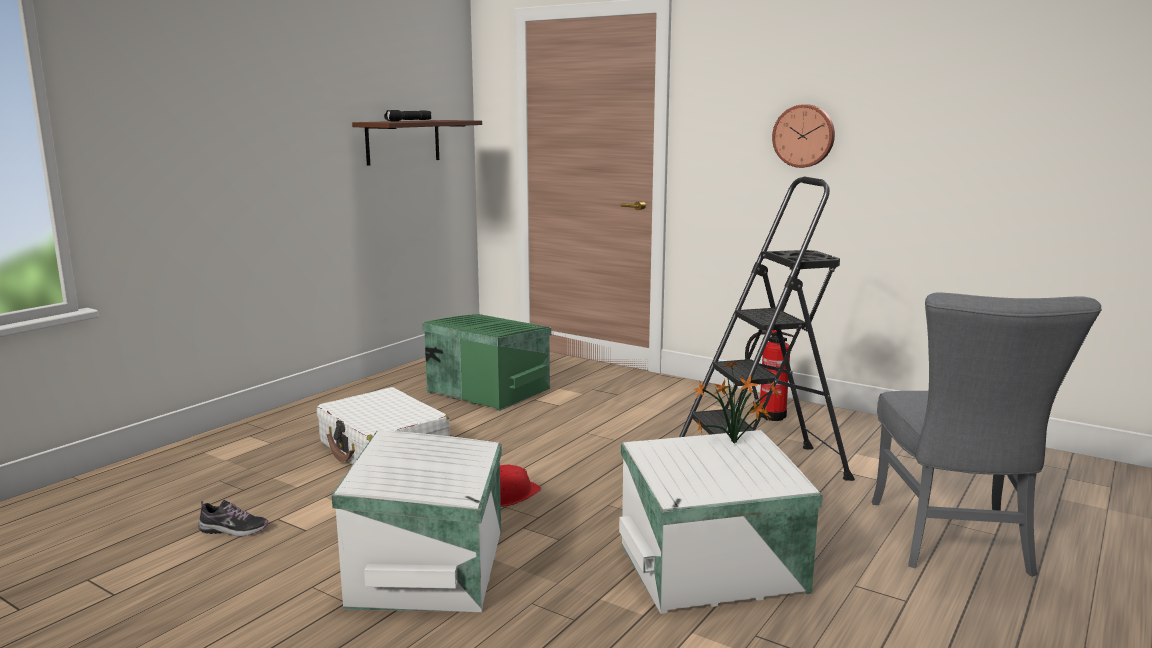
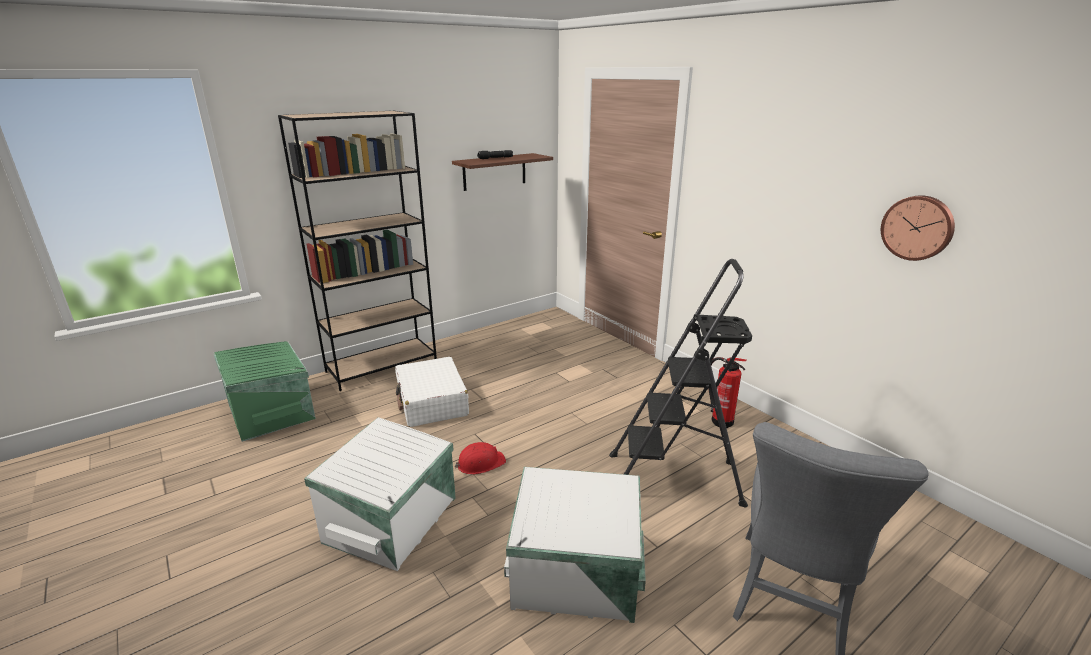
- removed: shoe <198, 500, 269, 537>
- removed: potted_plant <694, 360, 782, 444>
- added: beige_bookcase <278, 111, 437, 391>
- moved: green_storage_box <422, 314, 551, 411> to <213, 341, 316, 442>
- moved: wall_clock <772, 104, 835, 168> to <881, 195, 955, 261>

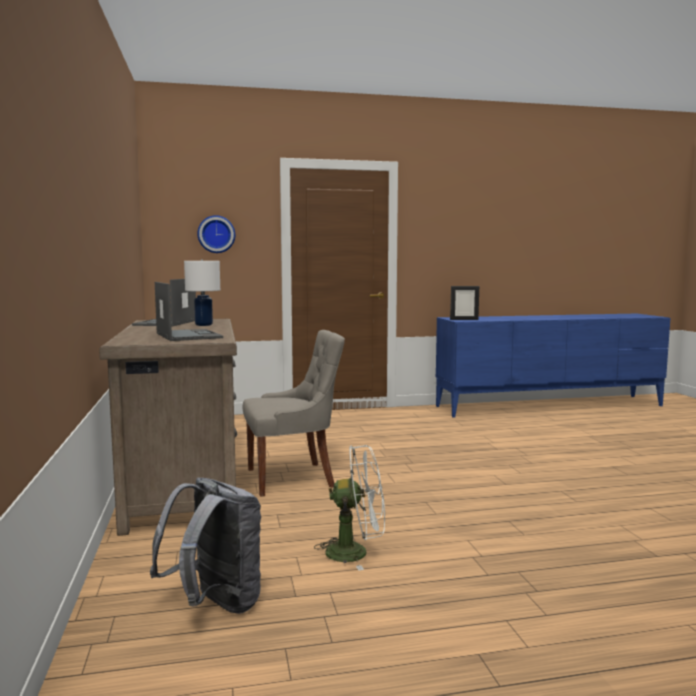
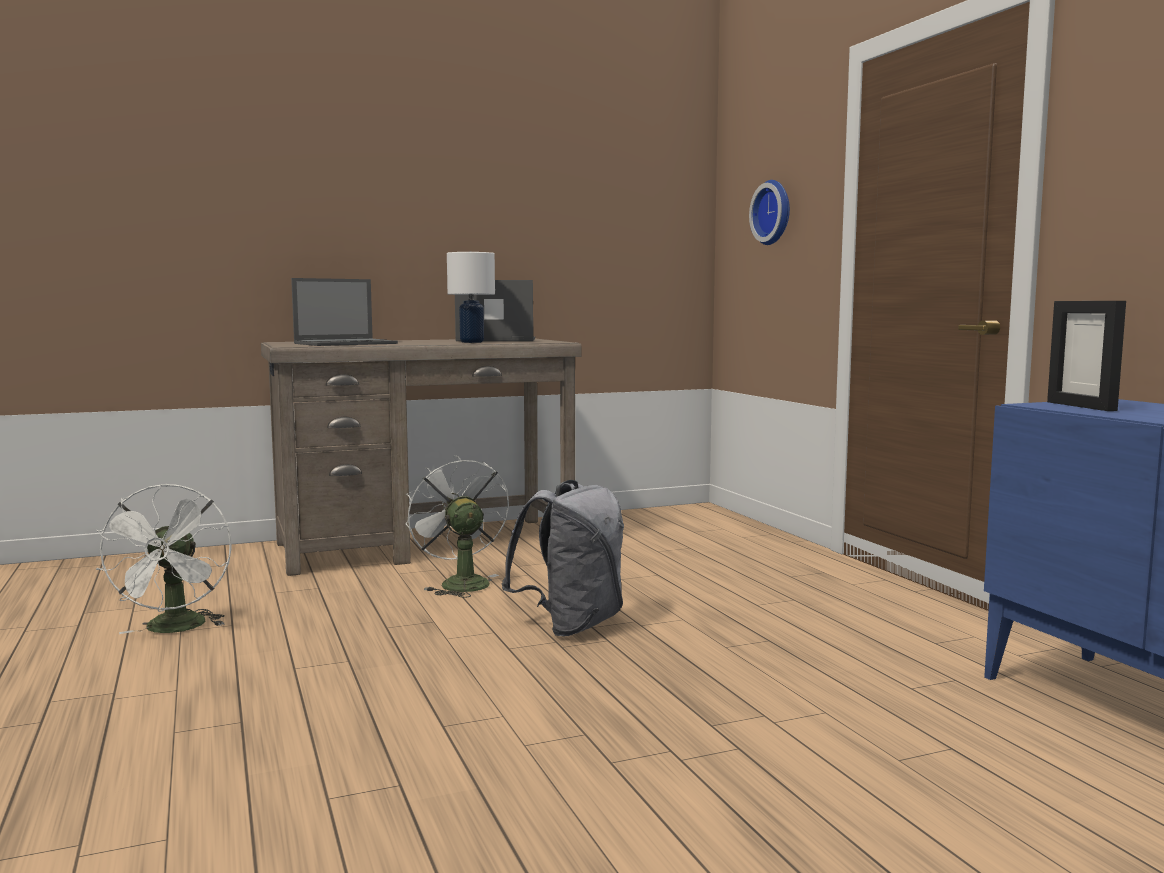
- moved: grey_backpack <150, 478, 261, 614> to <501, 480, 624, 636>
- replaced: grey_chair <243, 330, 345, 497> to white_fan <406, 455, 509, 598>

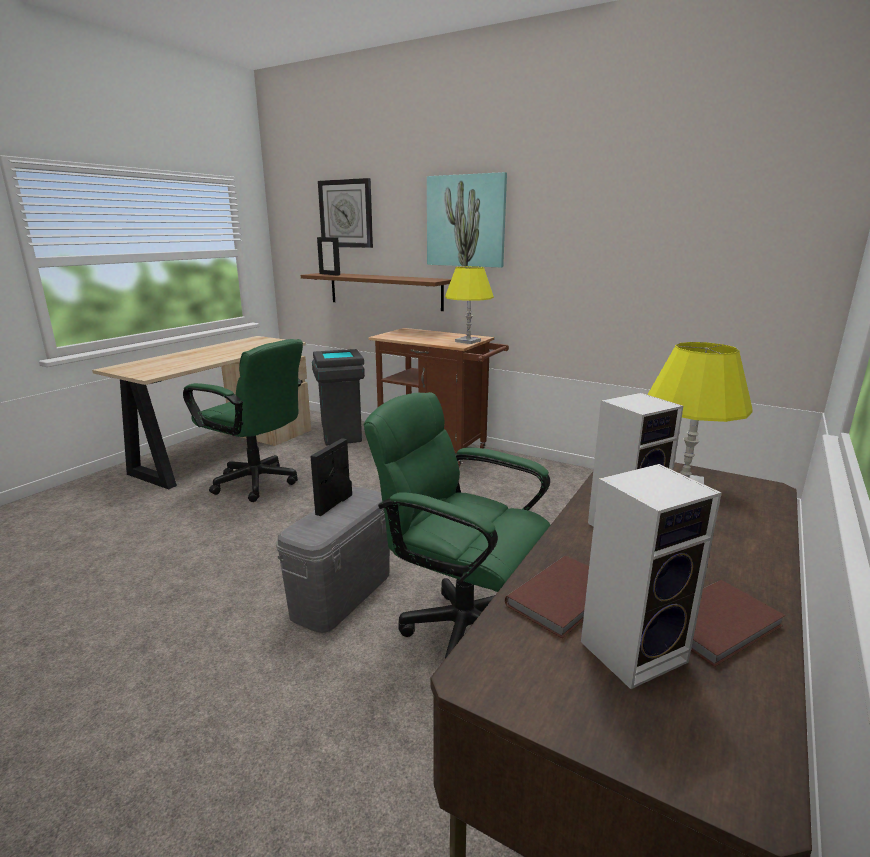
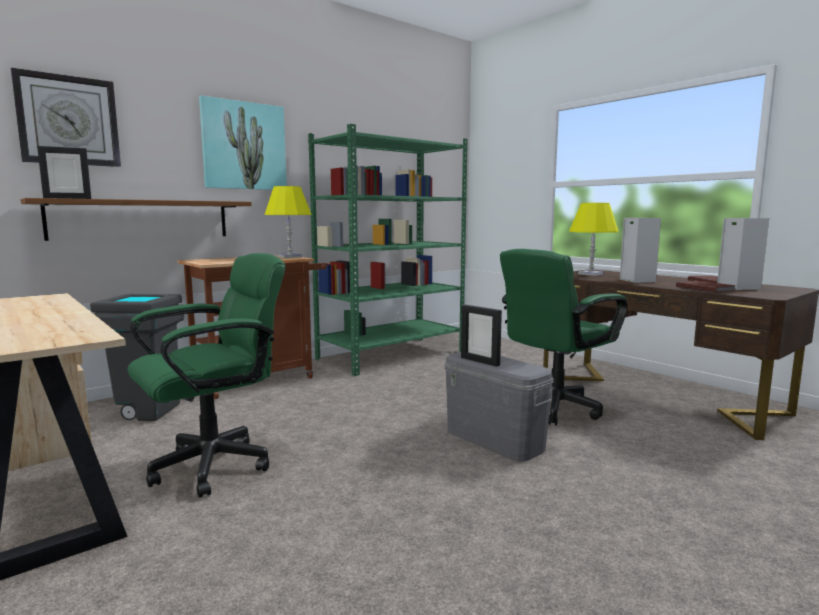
- added: green_bookcase <308, 124, 468, 376>

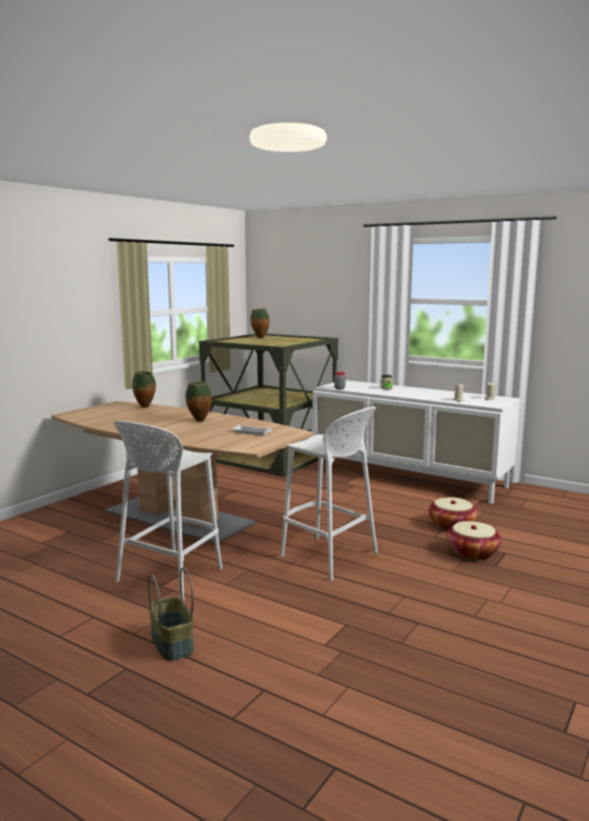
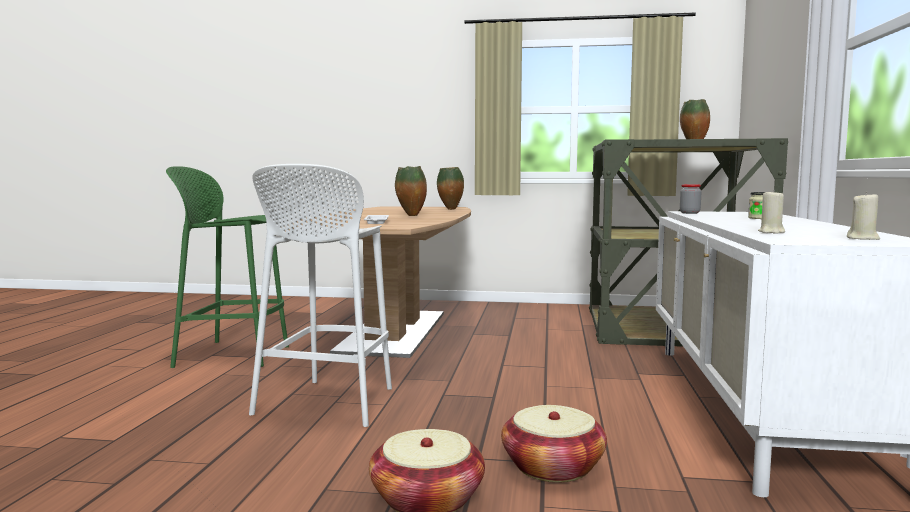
- removed: basket <148, 567, 194, 661>
- recoloured: white_stool <113, 421, 222, 601> to green_stool <166, 166, 289, 368>

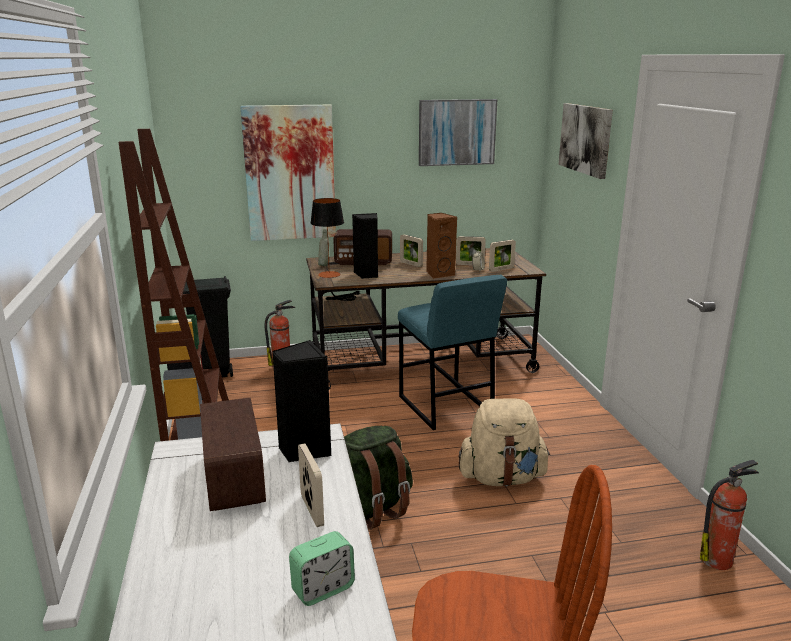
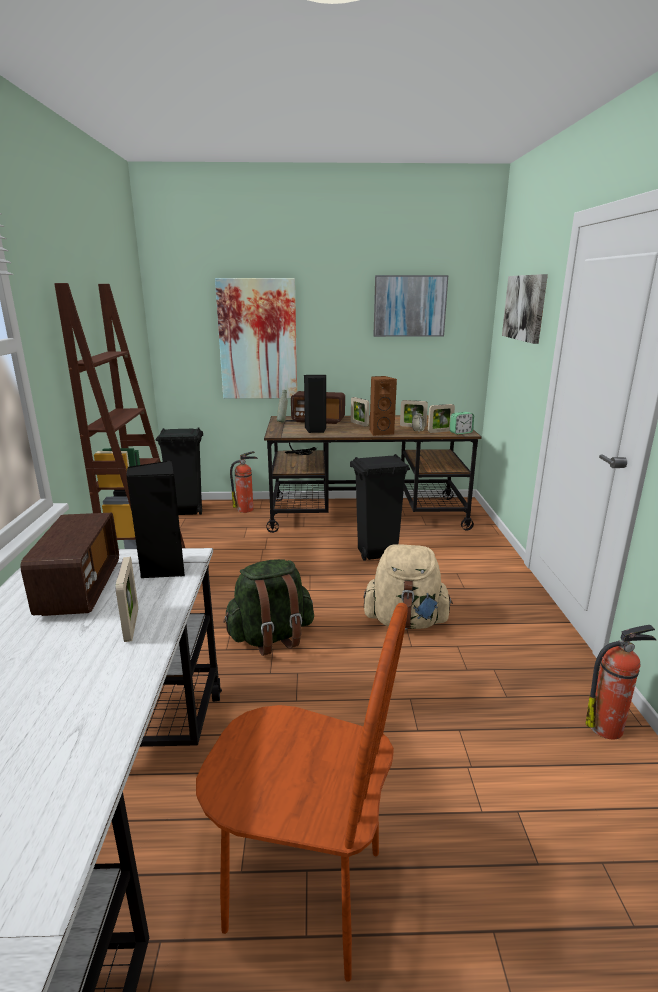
- removed: table_lamp <310, 198, 344, 278>
- moved: alarm_clock <289, 531, 355, 606> to <450, 412, 474, 435>
- replaced: blue_stool <398, 275, 507, 430> to black_trash_can <350, 454, 410, 561>

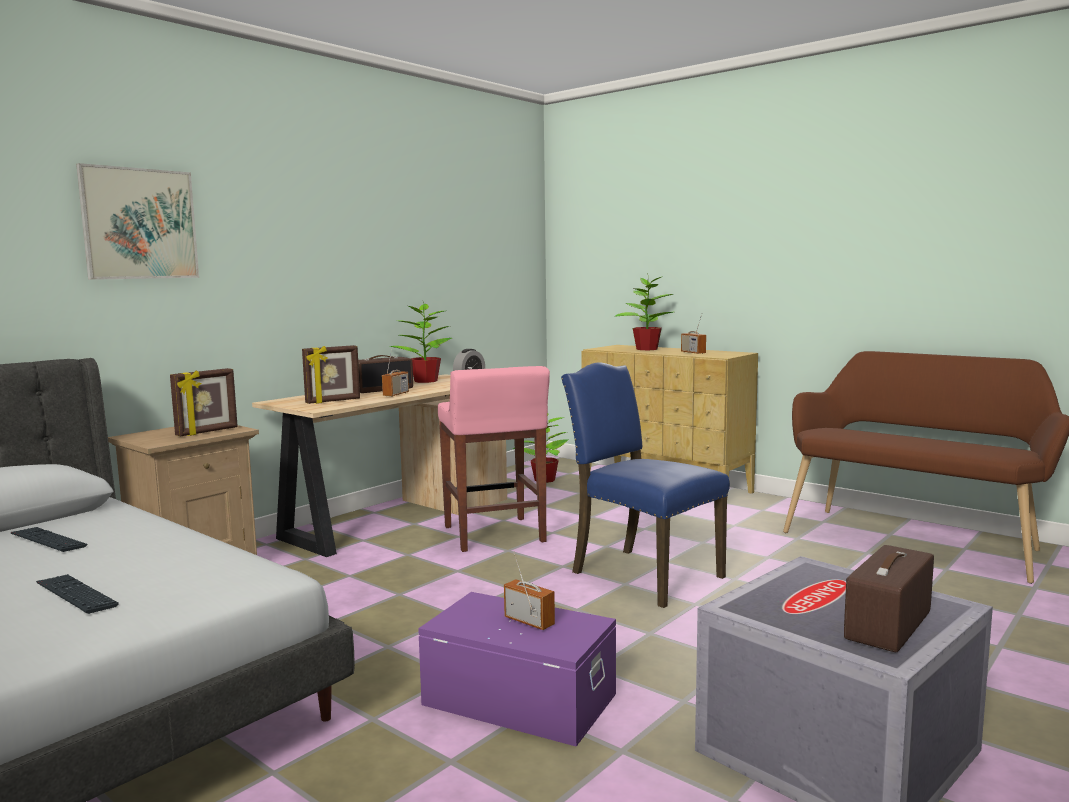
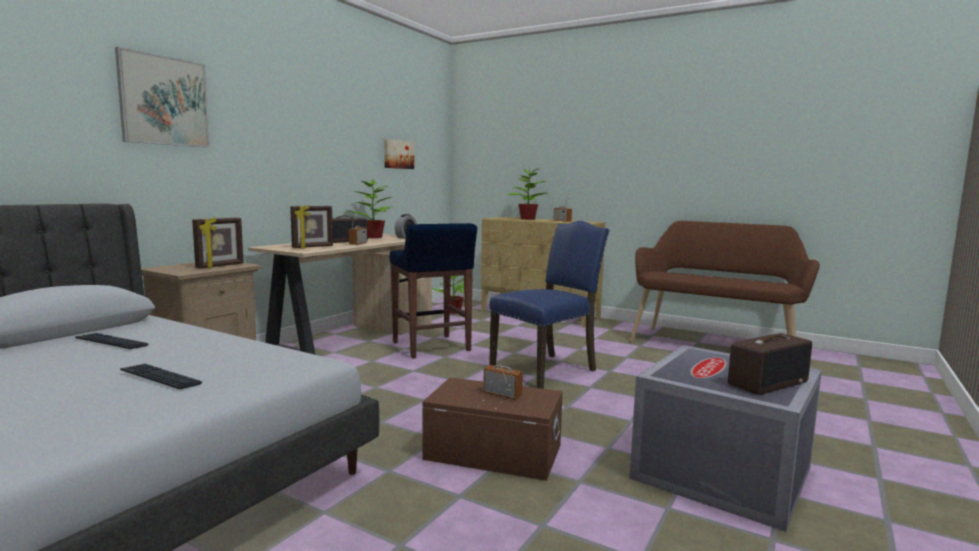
- added: picture <384, 139, 414, 169>
- recoloured: purple_storage_box <418, 592, 616, 747> to brown_storage_box <422, 377, 563, 481>
- recoloured: pink_stool <438, 366, 550, 552> to blue_stool <390, 223, 477, 358>
- turned: blue_chair <561, 362, 730, 608> = <489, 221, 610, 389> 105 degrees clockwise
- turned: radio <844, 545, 934, 652> = <728, 333, 812, 395> 150 degrees counterclockwise

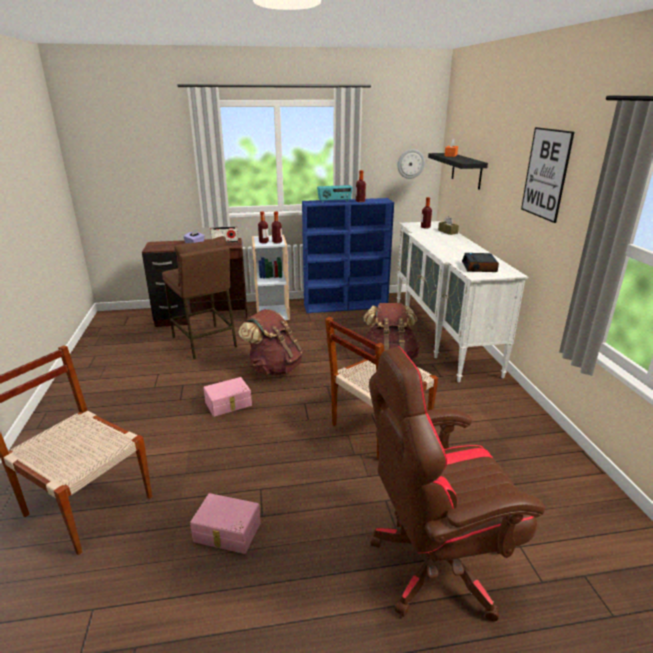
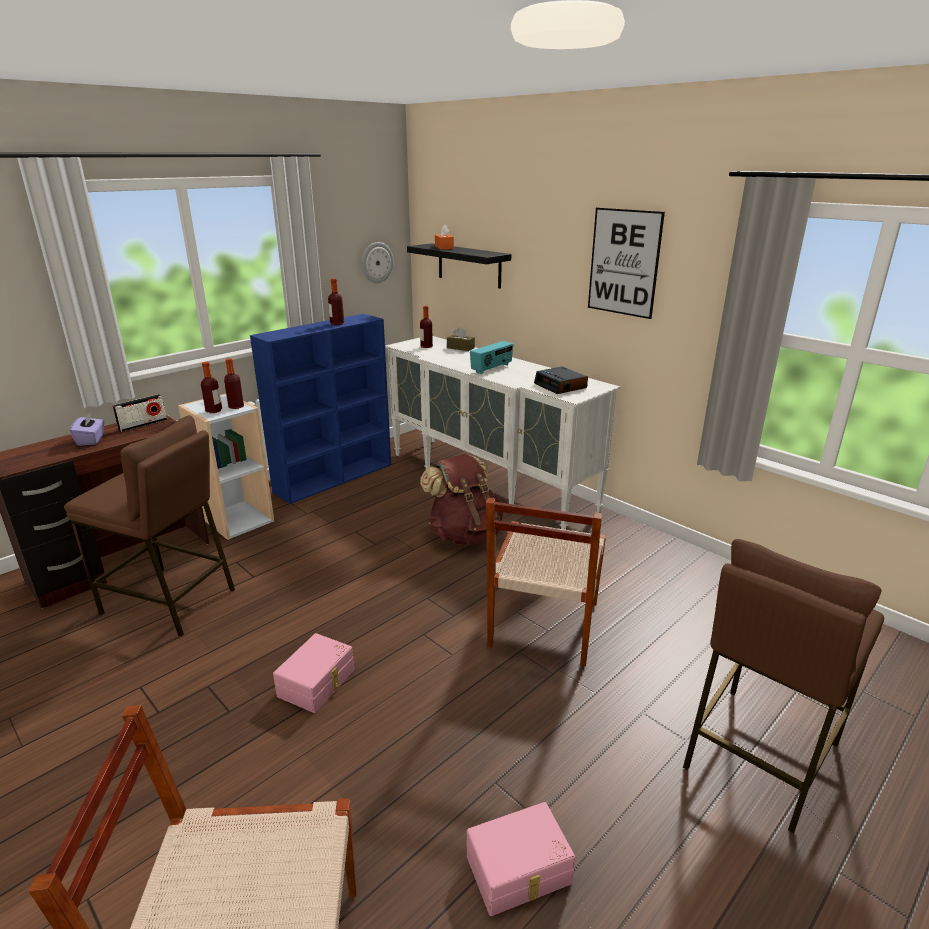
- removed: brown_backpack <238, 309, 303, 375>
- moved: radio <317, 185, 353, 203> to <470, 341, 513, 374>
- replaced: brown_office_chair <369, 346, 545, 622> to brown_stool <683, 539, 884, 833>

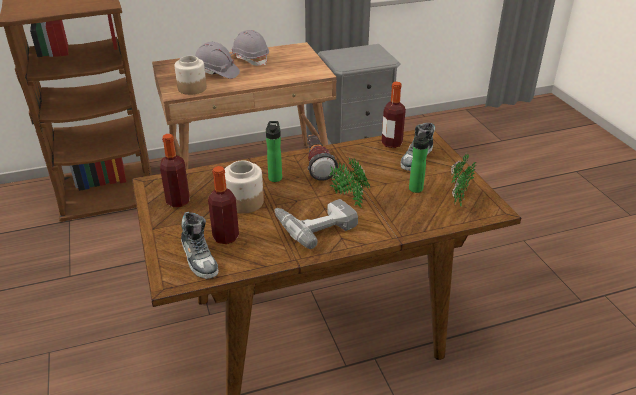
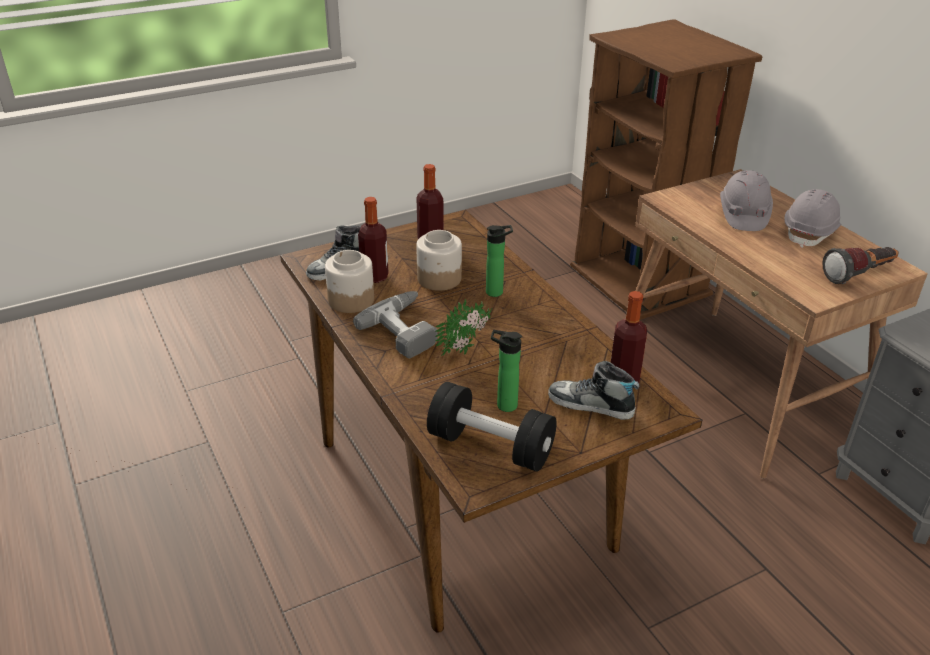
- moved: jar <174, 56, 207, 95> to <325, 250, 374, 313>
- moved: flashlight <307, 135, 338, 181> to <822, 247, 899, 284>
- replaced: potted_plant <451, 153, 476, 207> to black_dumbbell <427, 382, 557, 472>

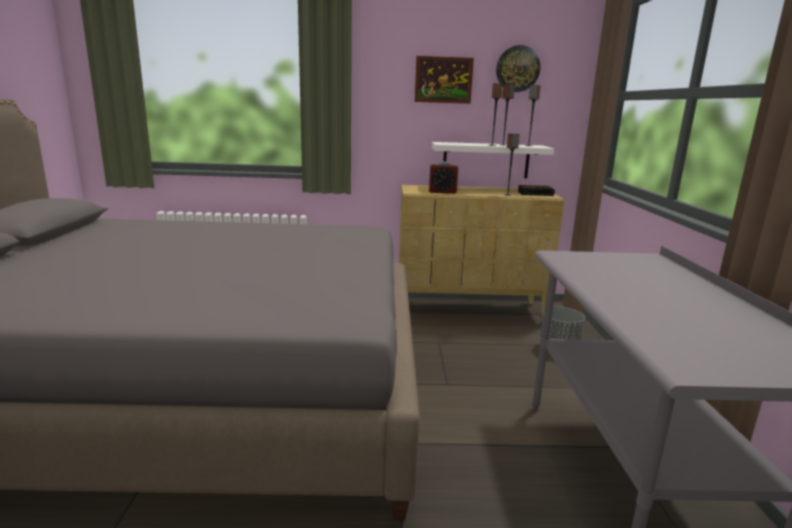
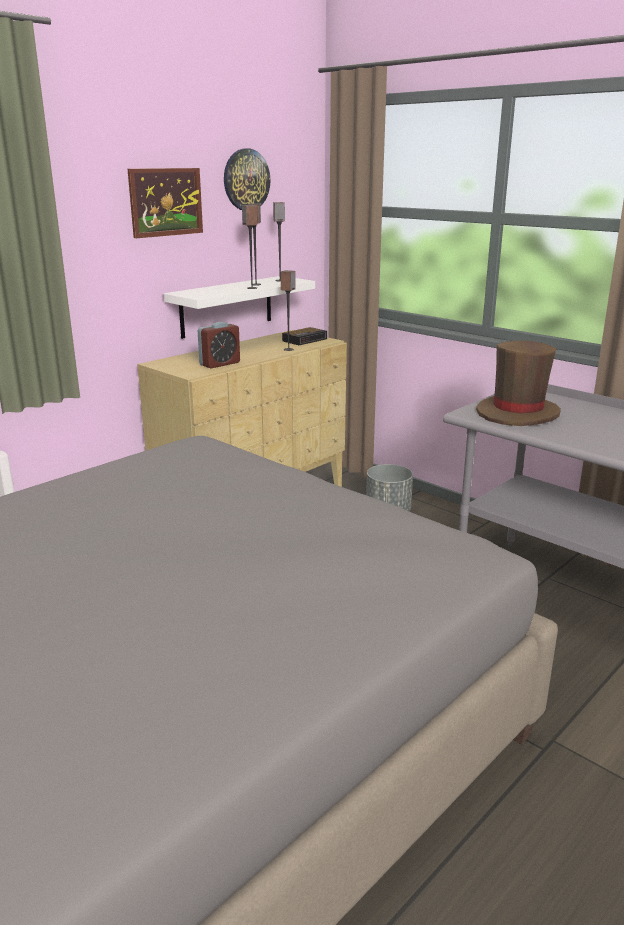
- added: brown_hat <476, 340, 561, 426>

